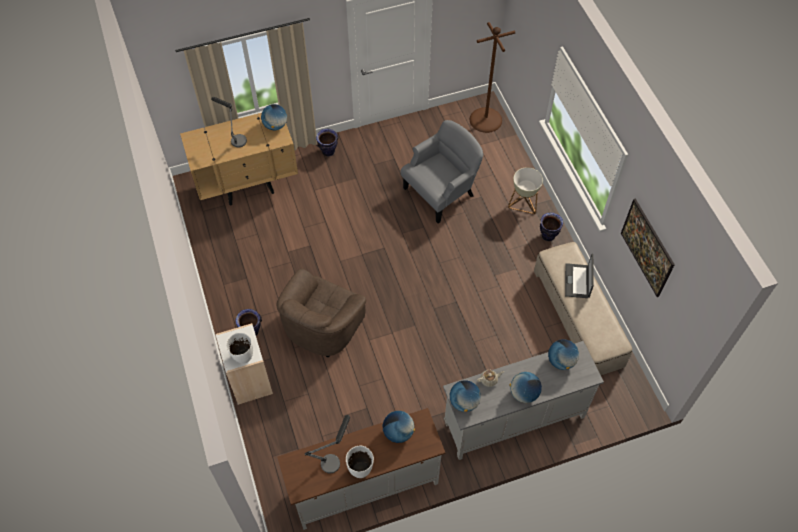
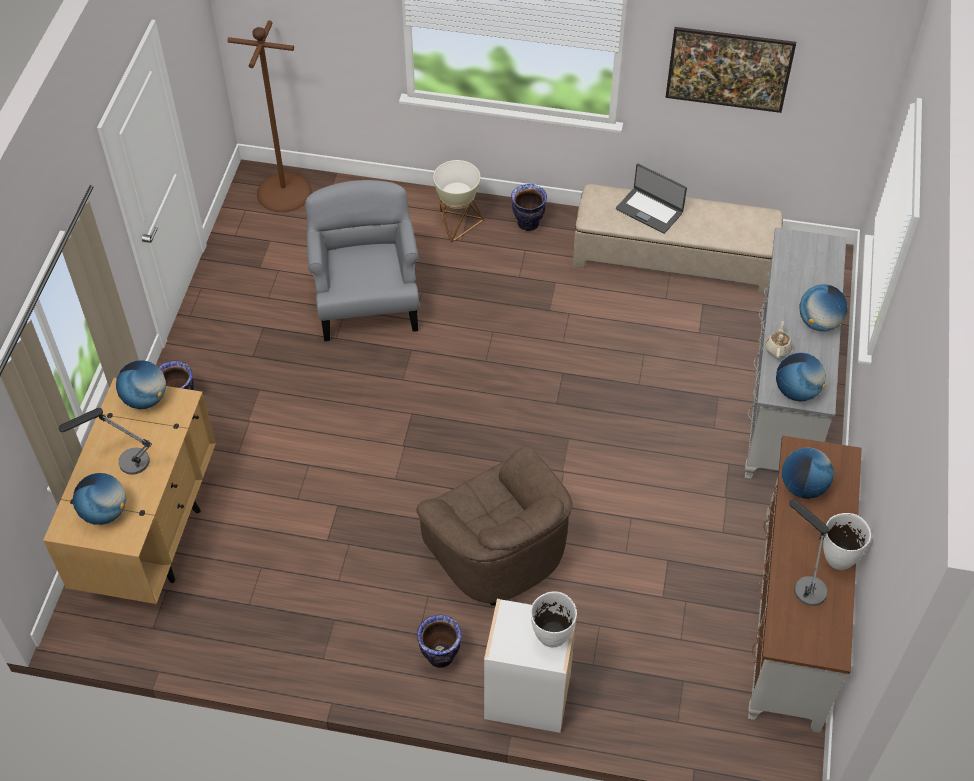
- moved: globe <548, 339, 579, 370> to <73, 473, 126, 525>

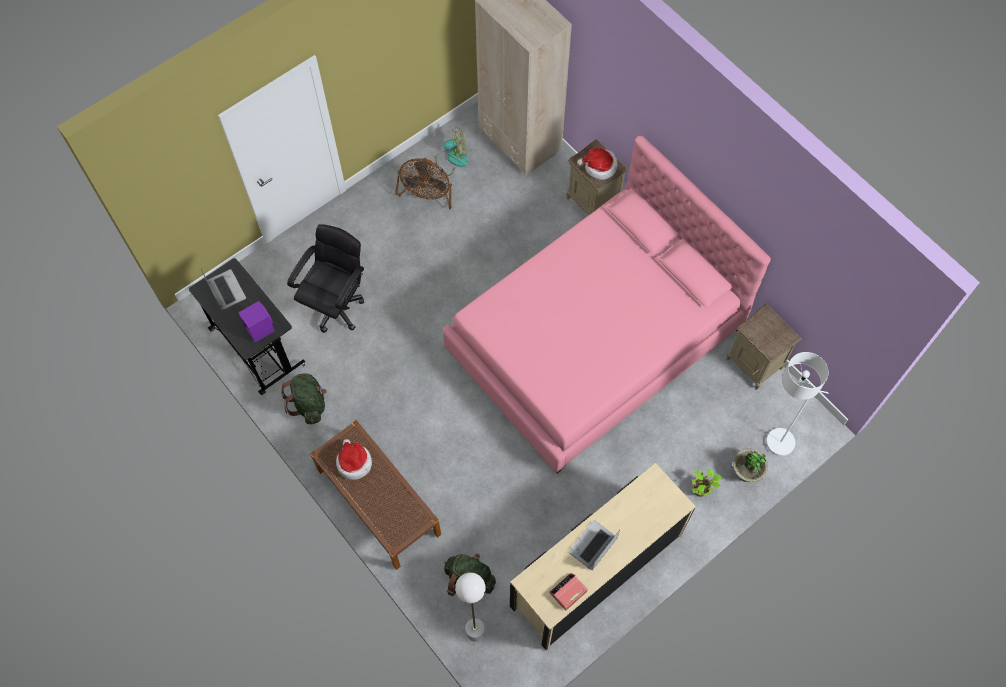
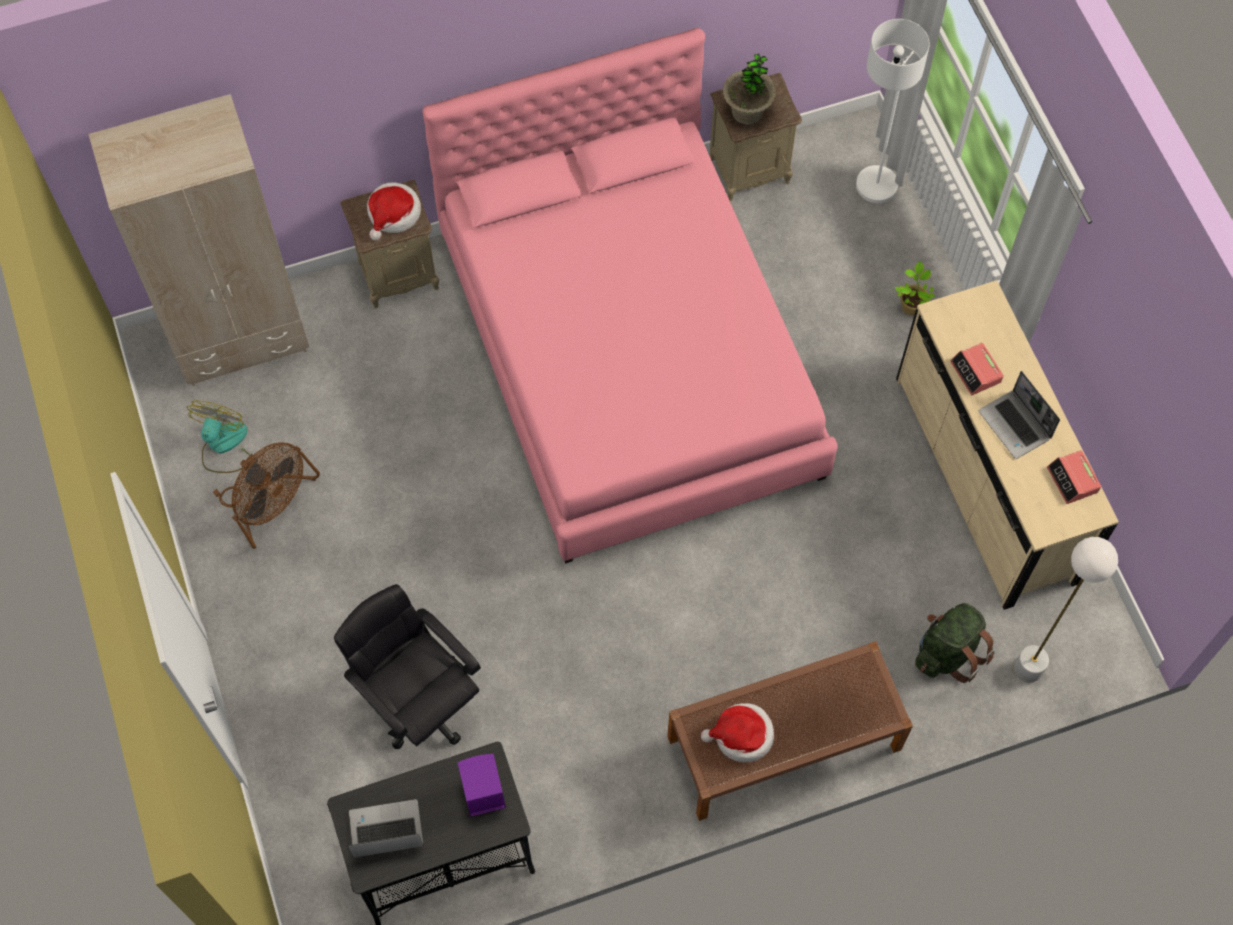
- removed: green_backpack <281, 373, 327, 424>
- added: alarm_clock <950, 343, 1004, 395>
- moved: potted_plant <733, 448, 768, 482> to <723, 54, 776, 124>

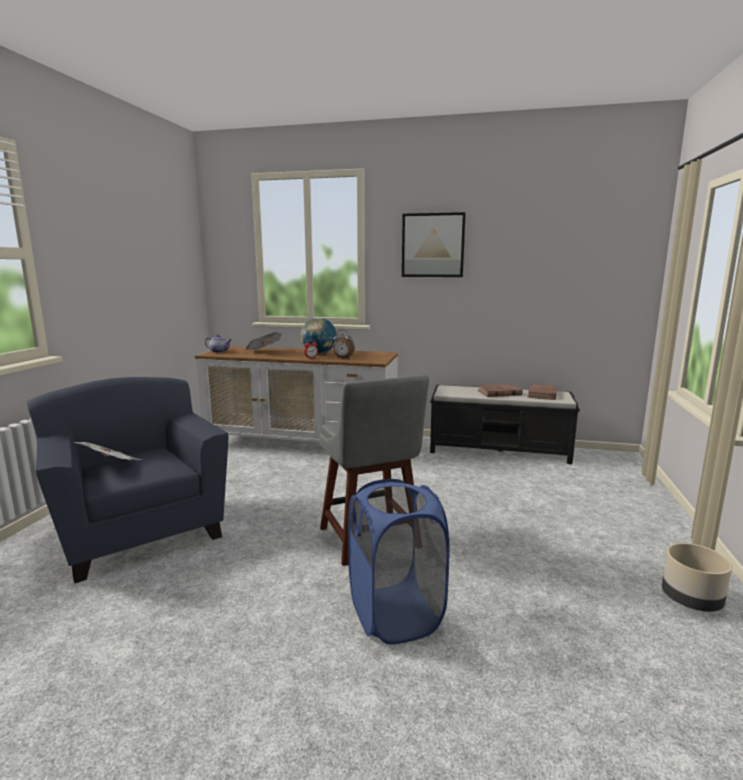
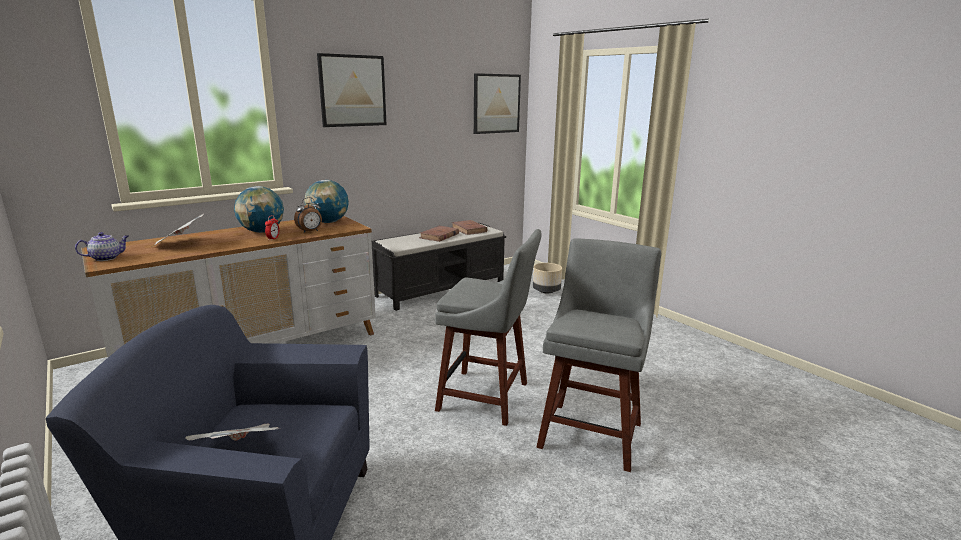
- added: globe <304, 180, 349, 223>
- added: picture <474, 73, 521, 134>
- moved: beige_planter <662, 543, 732, 612> to <533, 263, 562, 293>
- replaced: blue_laundry_basket <348, 479, 450, 645> to grey_chair <536, 239, 661, 472>

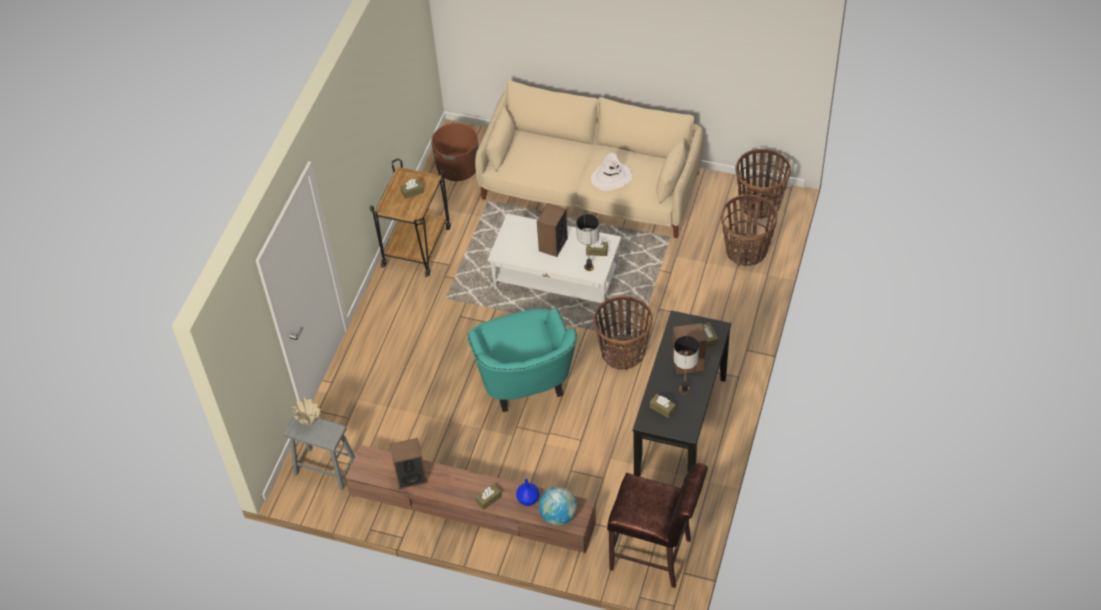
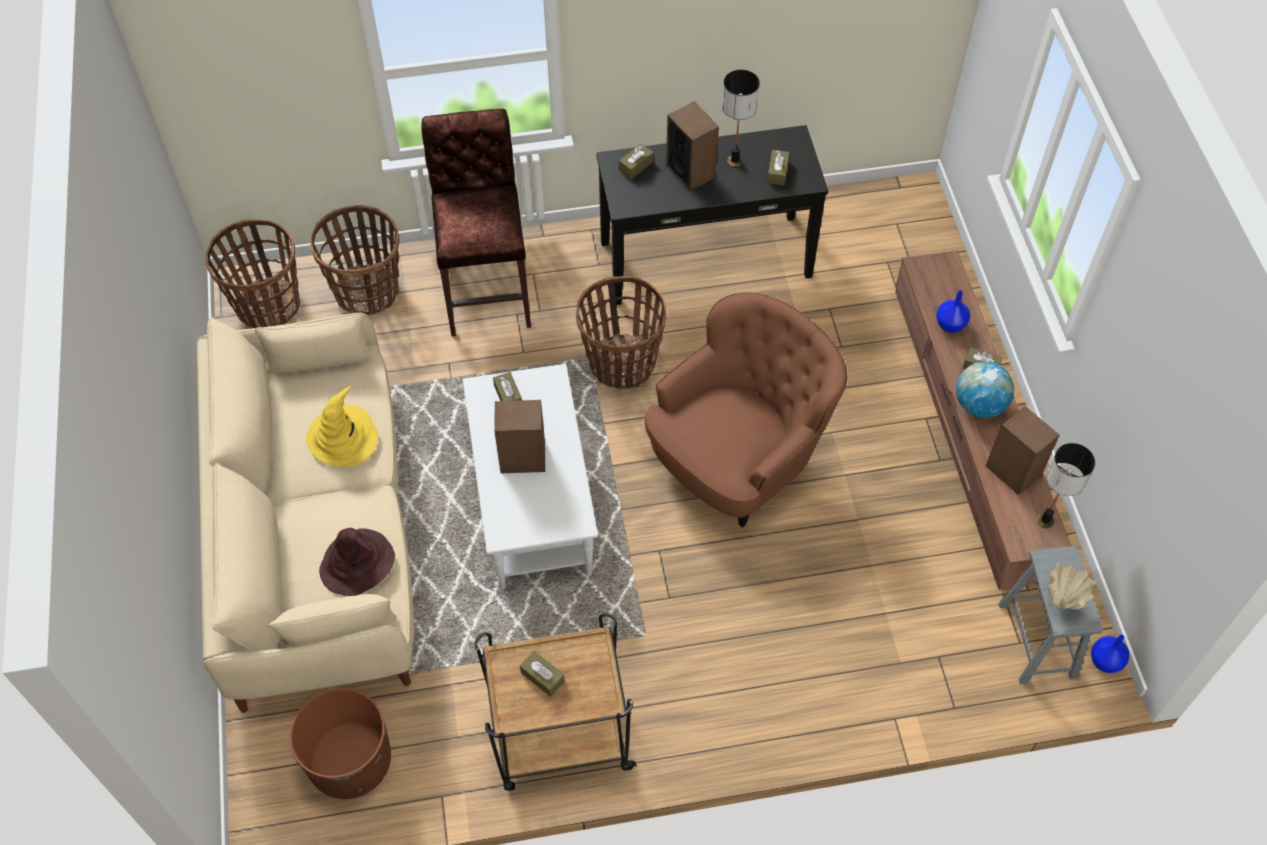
- added: brown_hat <319, 528, 395, 596>
- added: blue_vase <1091, 635, 1129, 673>
- moved: globe <539, 487, 577, 525> to <956, 361, 1014, 418>
- moved: table_lamp <576, 214, 599, 271> to <1037, 443, 1095, 529>
- moved: brown_stool <607, 463, 708, 588> to <421, 109, 531, 336>
- recoloured: turquoise_armchair <467, 308, 577, 412> to brown_armchair <645, 292, 847, 528>
- recoloured: white_hat <591, 153, 632, 191> to yellow_hat <306, 386, 378, 468>

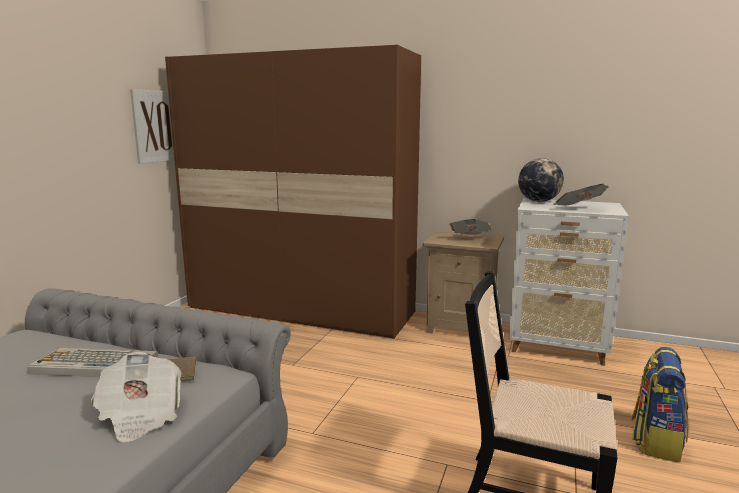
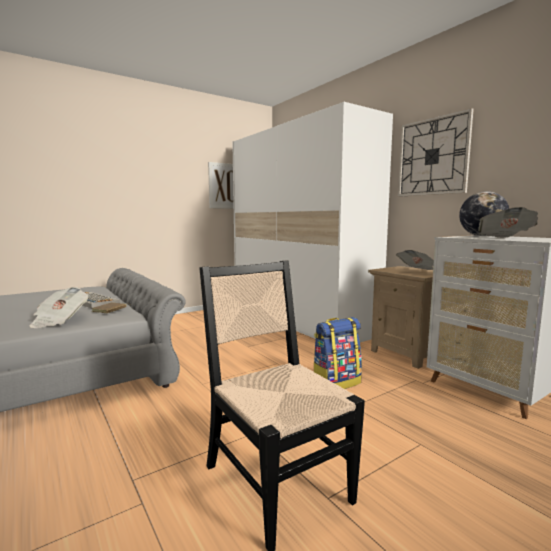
- added: wall_clock <398, 108, 474, 197>
- moved: backpack <632, 347, 689, 463> to <314, 317, 362, 389>
- recoloured: brown_wardrobe <165, 45, 421, 339> to white_wardrobe <232, 102, 393, 342>

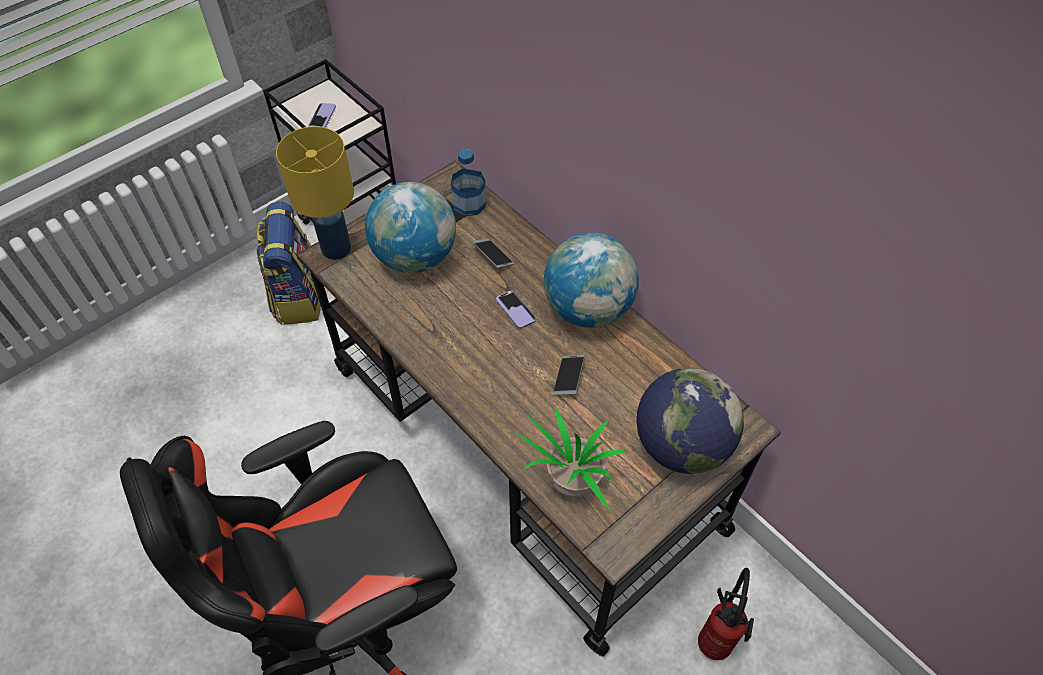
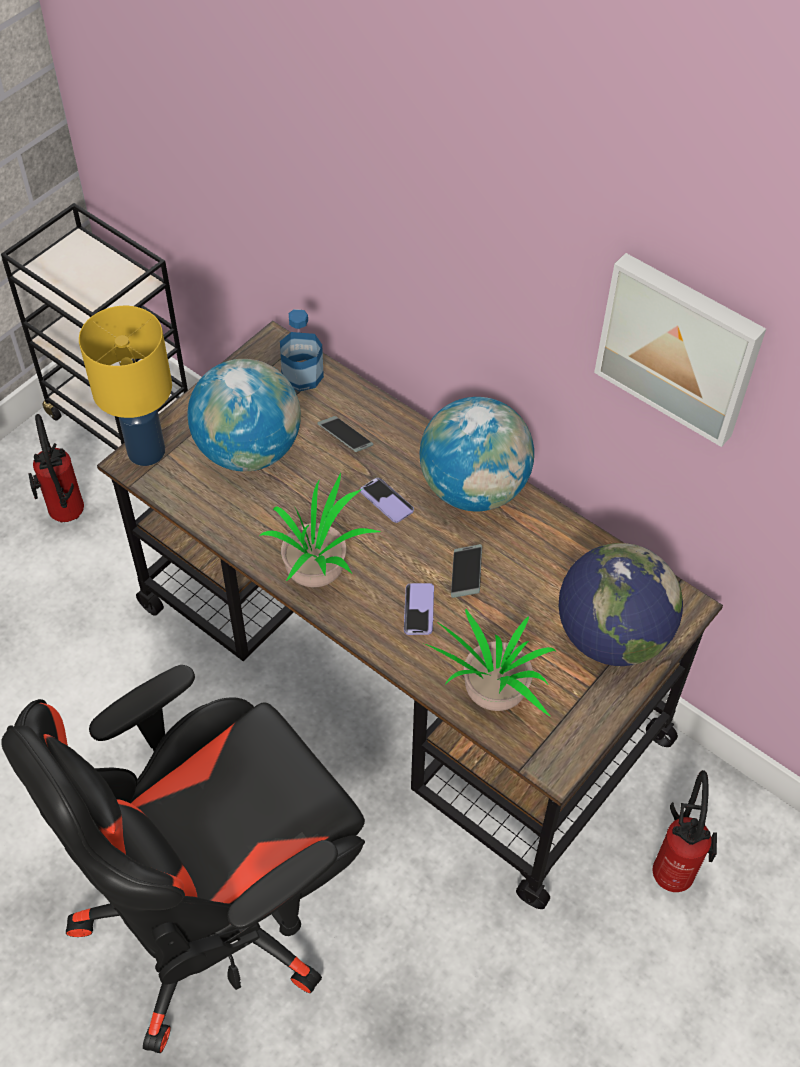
- added: potted_plant <259, 473, 381, 587>
- added: picture <594, 253, 766, 447>
- moved: phone <308, 103, 336, 128> to <404, 583, 434, 635>
- replaced: backpack <257, 202, 321, 325> to fire_extinguisher <28, 414, 84, 522>

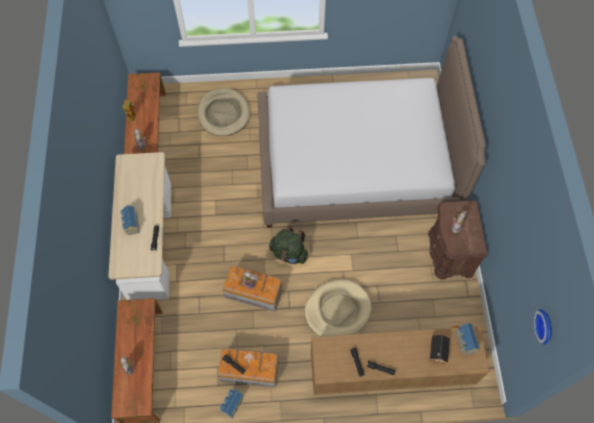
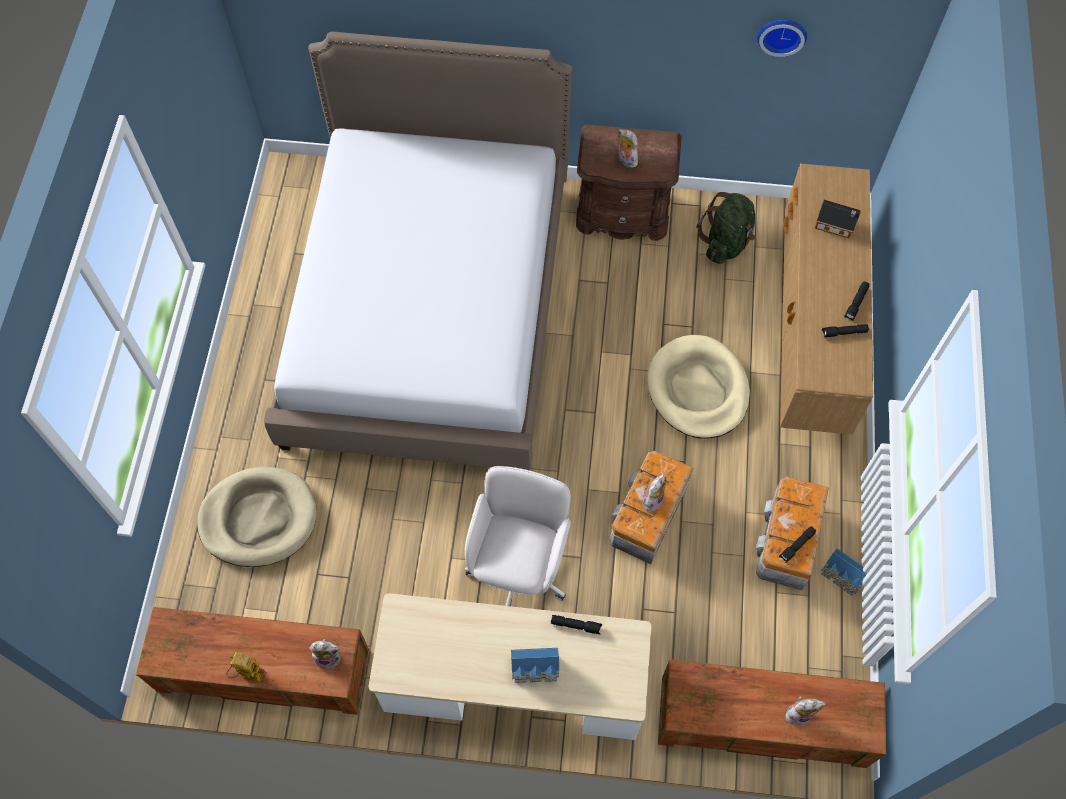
- removed: toy_house <455, 323, 480, 355>
- added: white_office_chair <465, 466, 571, 606>
- moved: green_backpack <269, 226, 308, 264> to <696, 192, 755, 264>
- moved: wall_clock <534, 309, 552, 344> to <757, 20, 807, 57>

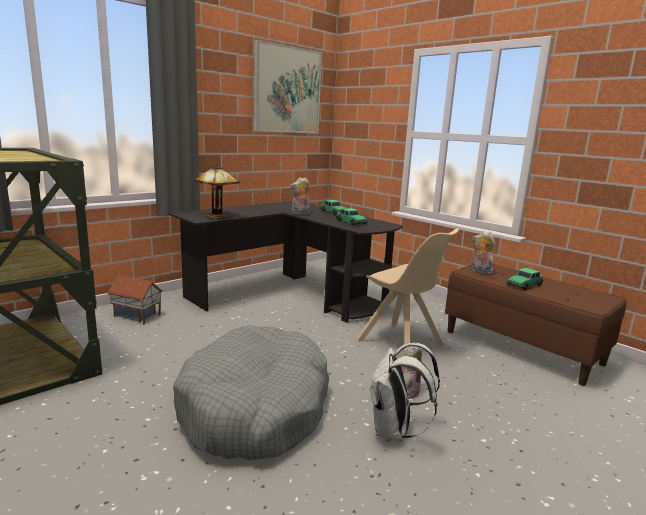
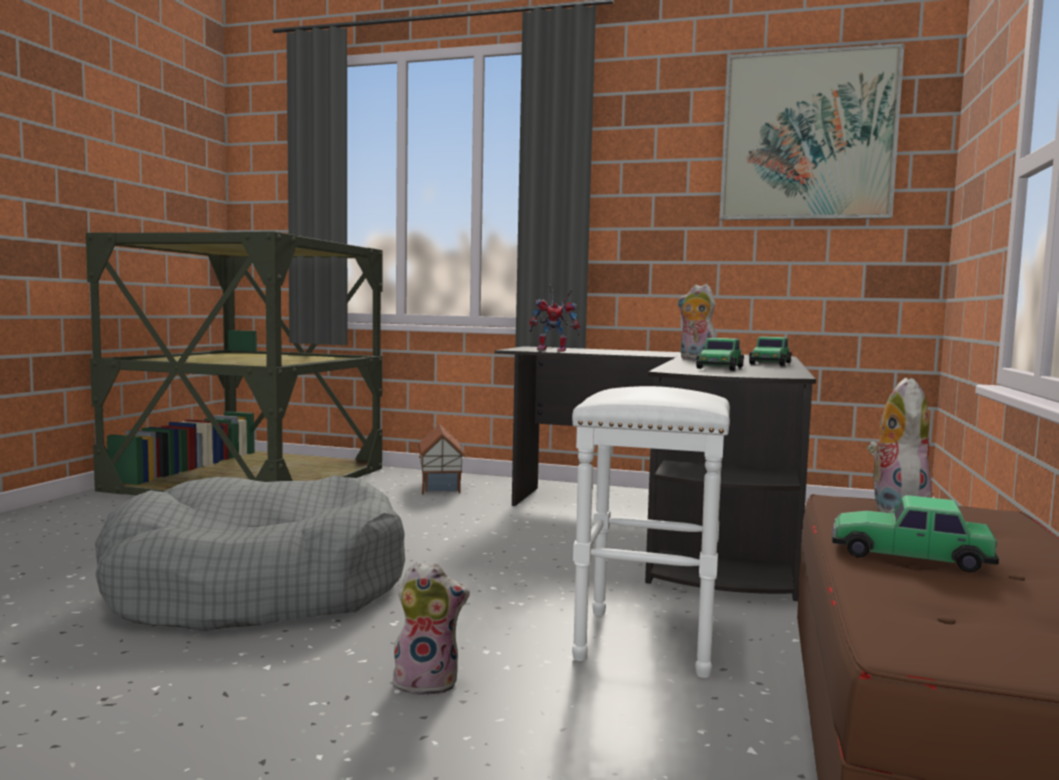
- removed: white_backpack <369, 343, 440, 442>
- replaced: table_lamp <194, 164, 240, 219> to toy_robot <529, 284, 580, 352>
- replaced: beige_chair <356, 228, 459, 356> to white_stool <572, 386, 730, 678>

